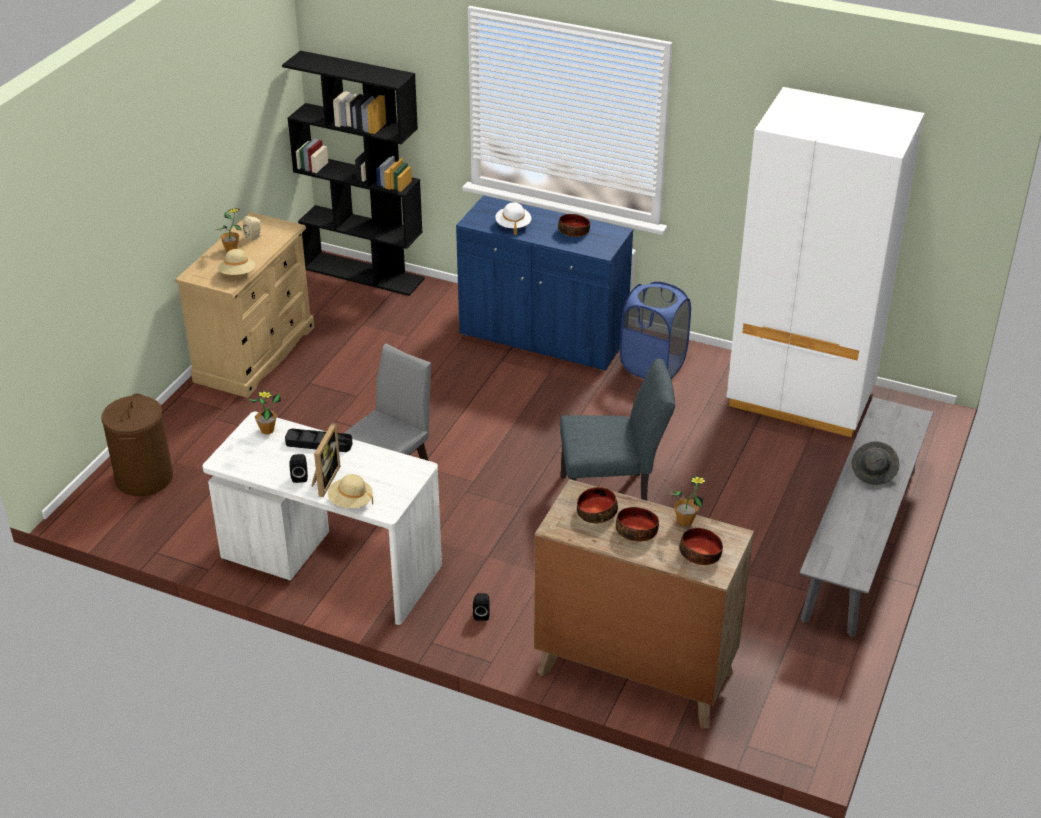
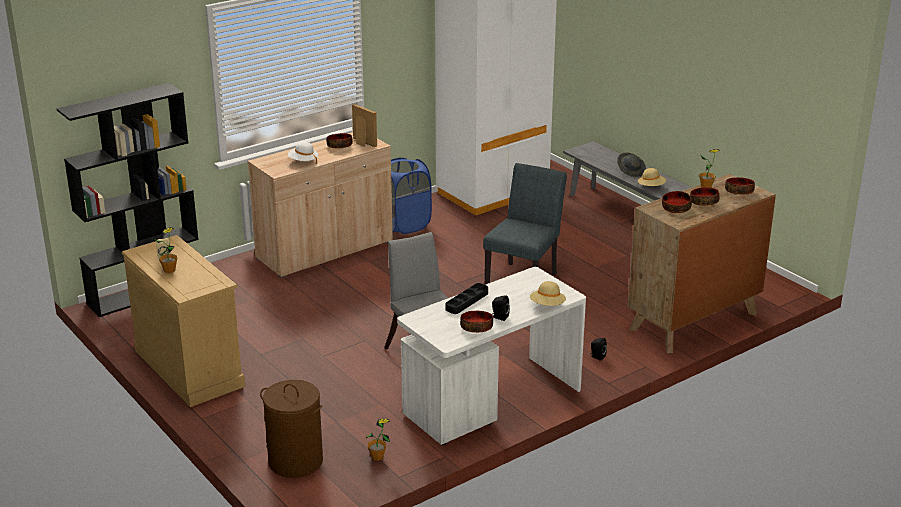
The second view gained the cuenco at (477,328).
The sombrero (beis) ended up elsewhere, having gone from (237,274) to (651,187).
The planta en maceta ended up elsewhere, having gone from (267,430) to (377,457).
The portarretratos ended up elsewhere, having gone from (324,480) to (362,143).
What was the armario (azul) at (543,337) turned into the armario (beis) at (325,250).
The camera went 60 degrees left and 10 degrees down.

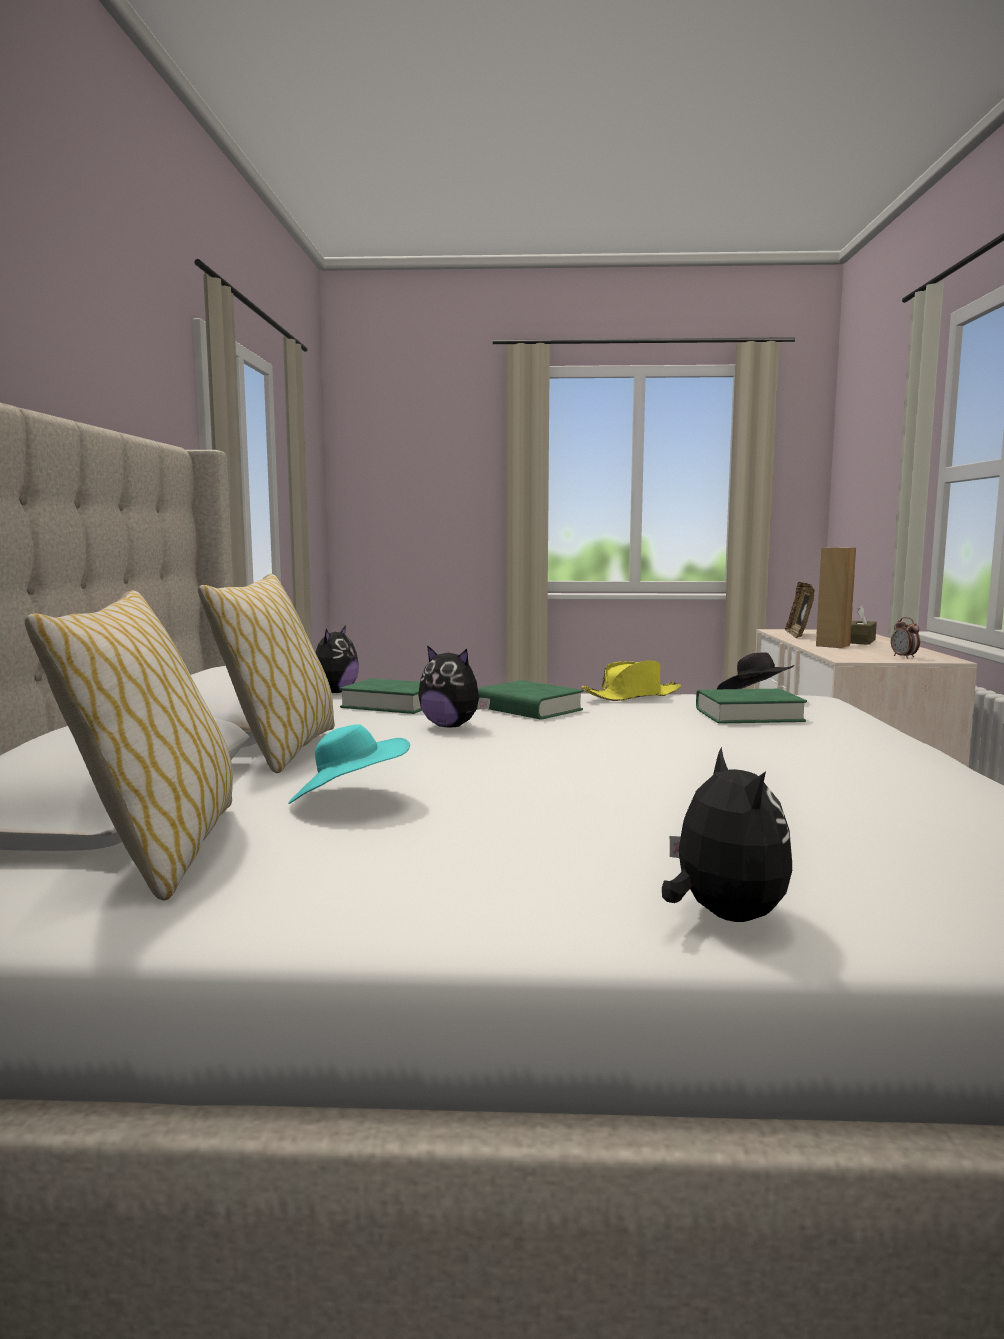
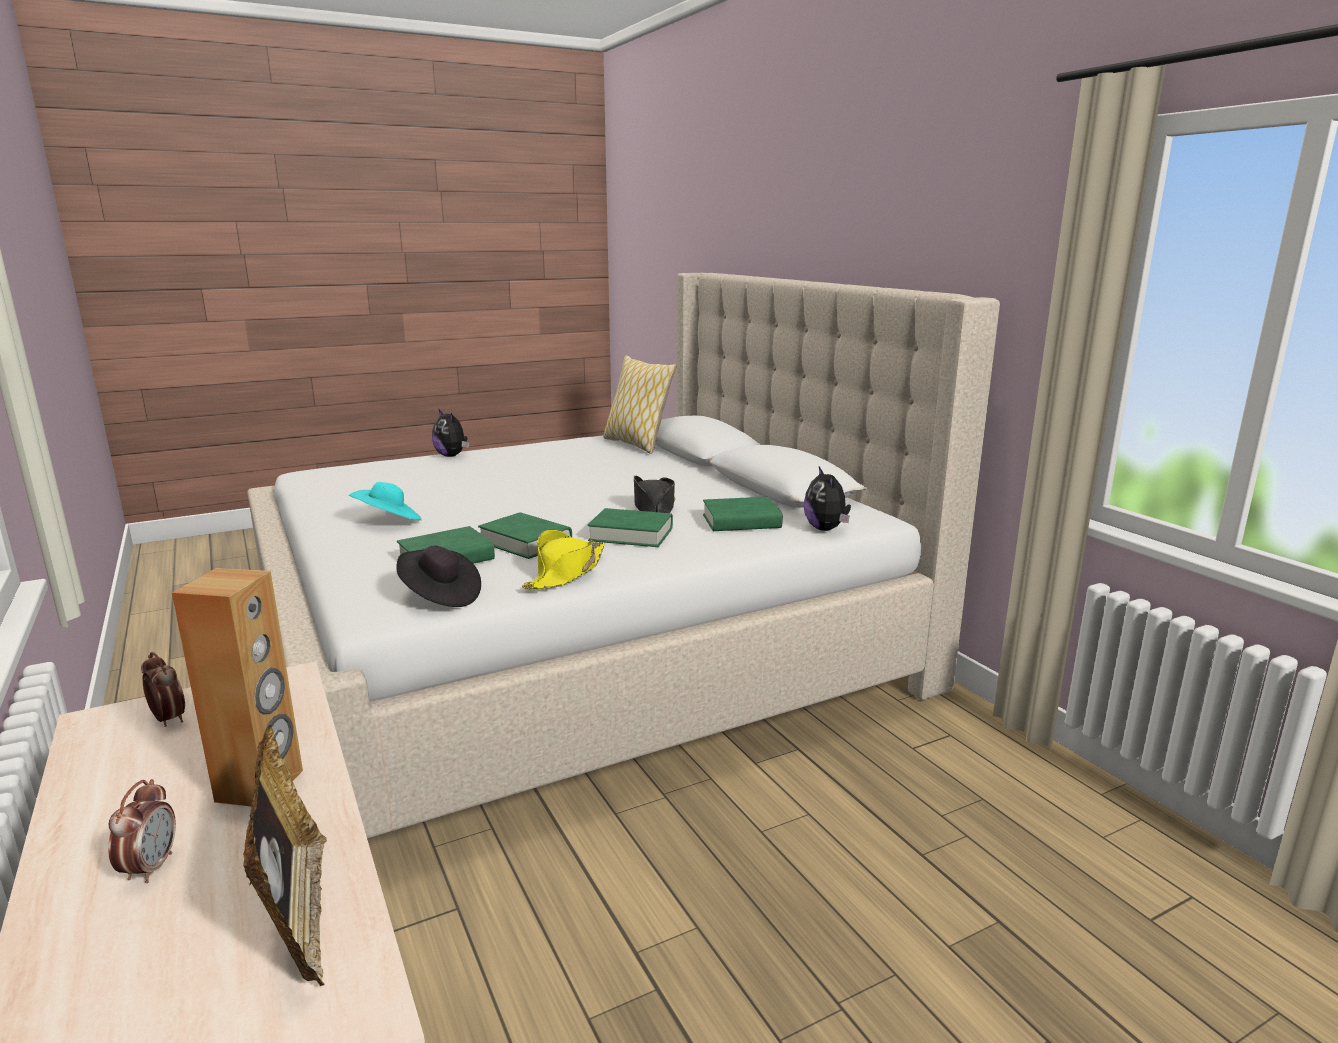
The second view lost the cojín at (281,750).
The second view gained the libro (verde) at (525,542).
The sombrero (turquesa) ended up elsewhere, having gone from (348,801) to (389,521).
Where the peluche stood at (451,726), the sombrero (negro) came to stand at (654,508).
Where the caja de pañuelos (marrón) stood at (860,641), the despertador came to stand at (151,867).
The camera went 150 degrees right and 10 degrees up.

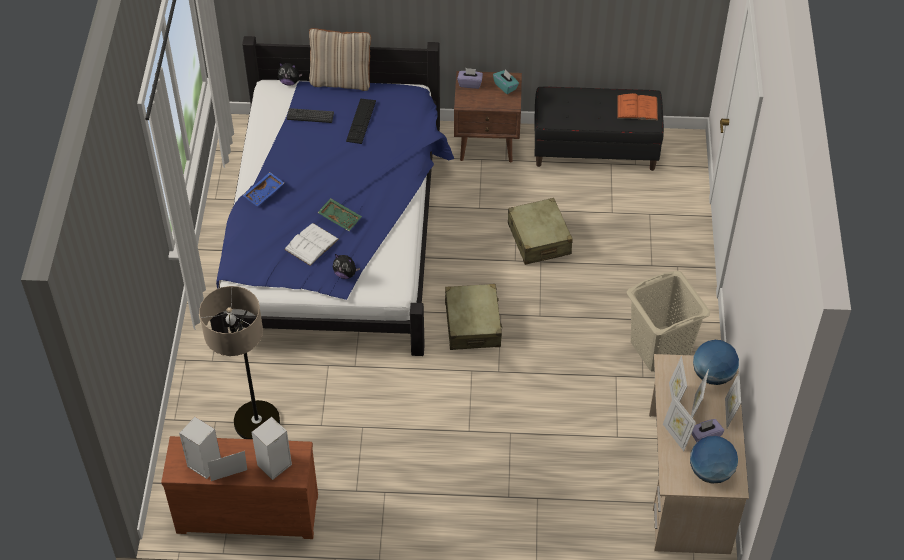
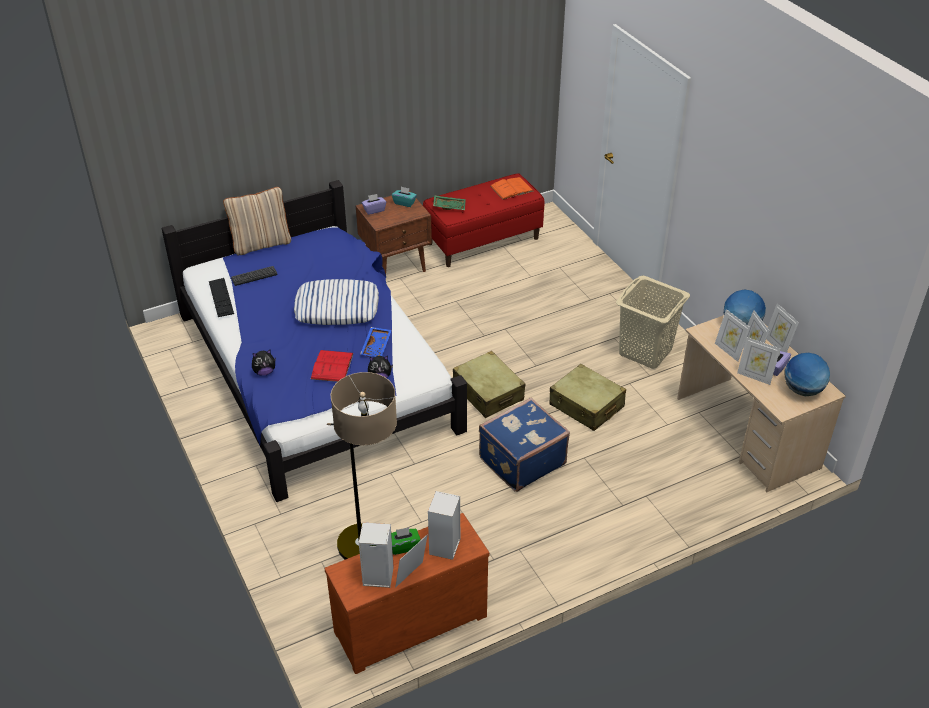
The second view gained the cojín at (337,308).
The second view gained the caja de pañuelos (verde) at (404,546).
The second view gained the maleta (azul) at (521,460).
The bandeja (azul) ended up elsewhere, having gone from (264,193) to (377,346).
The peluche ended up elsewhere, having gone from (289,82) to (264,372).
The bandeja (verde) ended up elsewhere, having gone from (340,217) to (449,206).
The teclado ended up elsewhere, having gone from (361,121) to (221,297).
The maleta (beis) ended up elsewhere, having gone from (539,239) to (586,406).
What was the libro (blanco) at (311,244) turned into the libro (rojo) at (332,366).
What was the banco (negro) at (595,149) turned into the banco (rojo) at (483,241).
The camera went 30 degrees left and 10 degrees down.

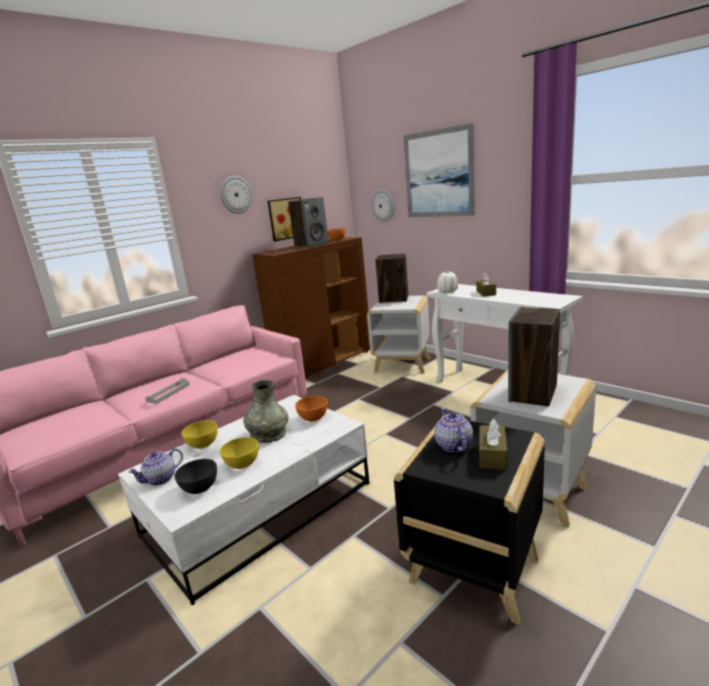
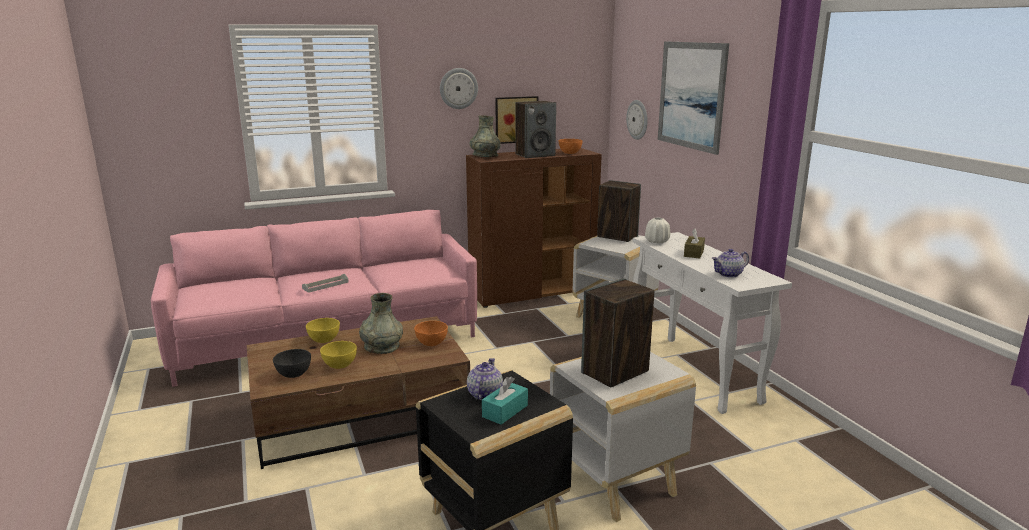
The second view gained the florero (gris) at (485,156).
The tetera ended up elsewhere, having gone from (160,479) to (728,274).
What was the mesa de centro (blanco) at (260,508) turned into the mesa de centro (marrón) at (362,415).
What was the caja de pañuelos (marrón) at (492,455) turned into the caja de pañuelos (turquesa) at (505,411).
The camera went 20 degrees right and 0 degrees up.

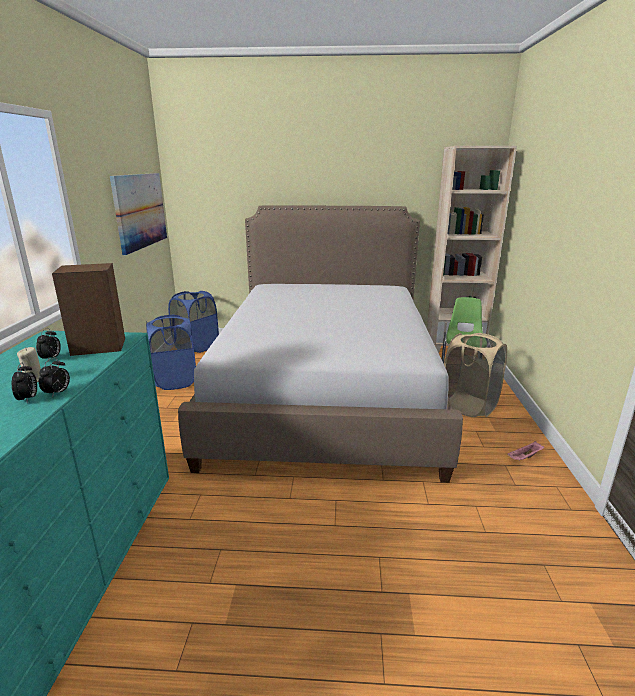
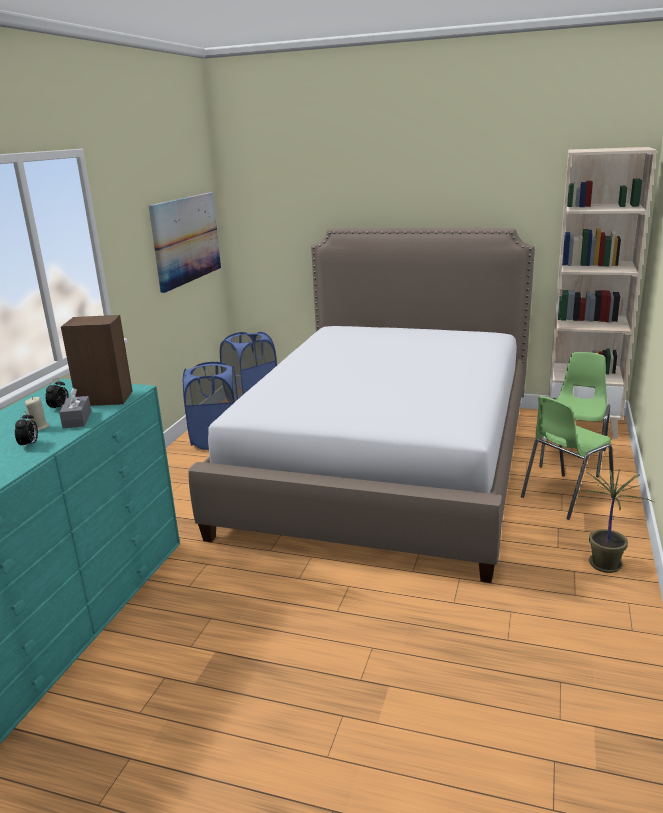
The second view lost the despertador at (58,393).
The second view gained the caja de pañuelos (gris) at (77,419).
Where the cesto de la ropa (beis) stood at (469,406), the silla (verde) came to stand at (565,497).
Where the bandeja (rosa) stood at (524,457), the planta en maceta came to stand at (606,565).
The camera went 15 degrees right and 0 degrees up.

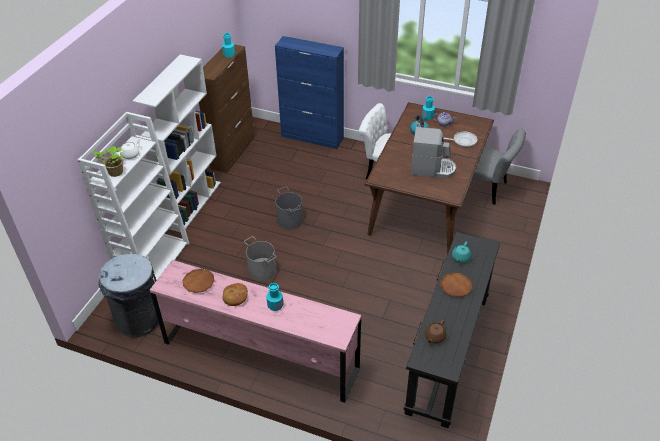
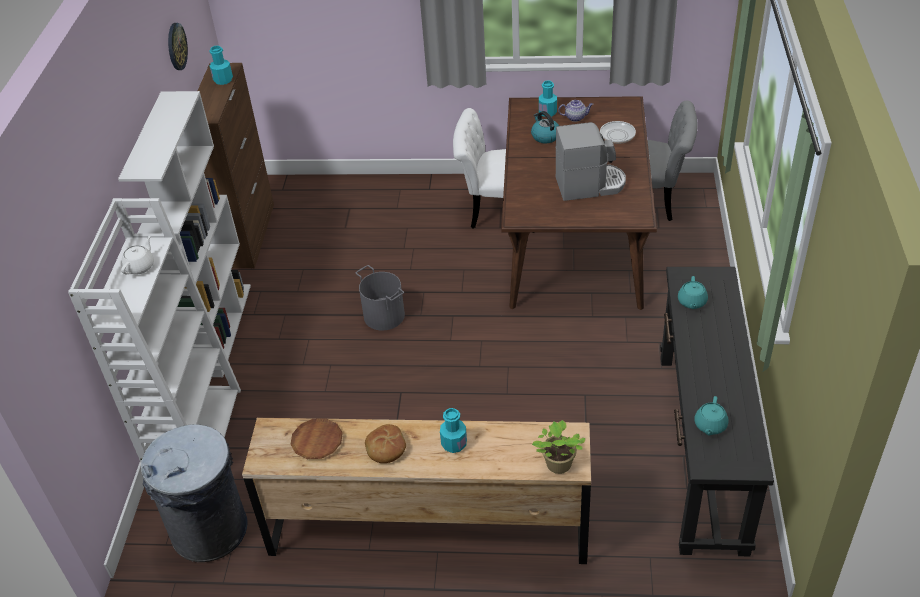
The second view lost the cubo (gris) at (262,270).
The second view lost the armario (azul) at (312,137).
The second view lost the plato (marrón) at (456,286).
The second view gained the reloj de pared at (176,46).
The planta en maceta ended up elsewhere, having gone from (114,173) to (557,465).
What was the cómoda (rosa) at (260,355) turned into the cómoda (marrón) at (428,530).
What was the tetera (marrón) at (434,337) turned into the tetera (turquesa) at (710,425).
The camera went 15 degrees left and 0 degrees up.

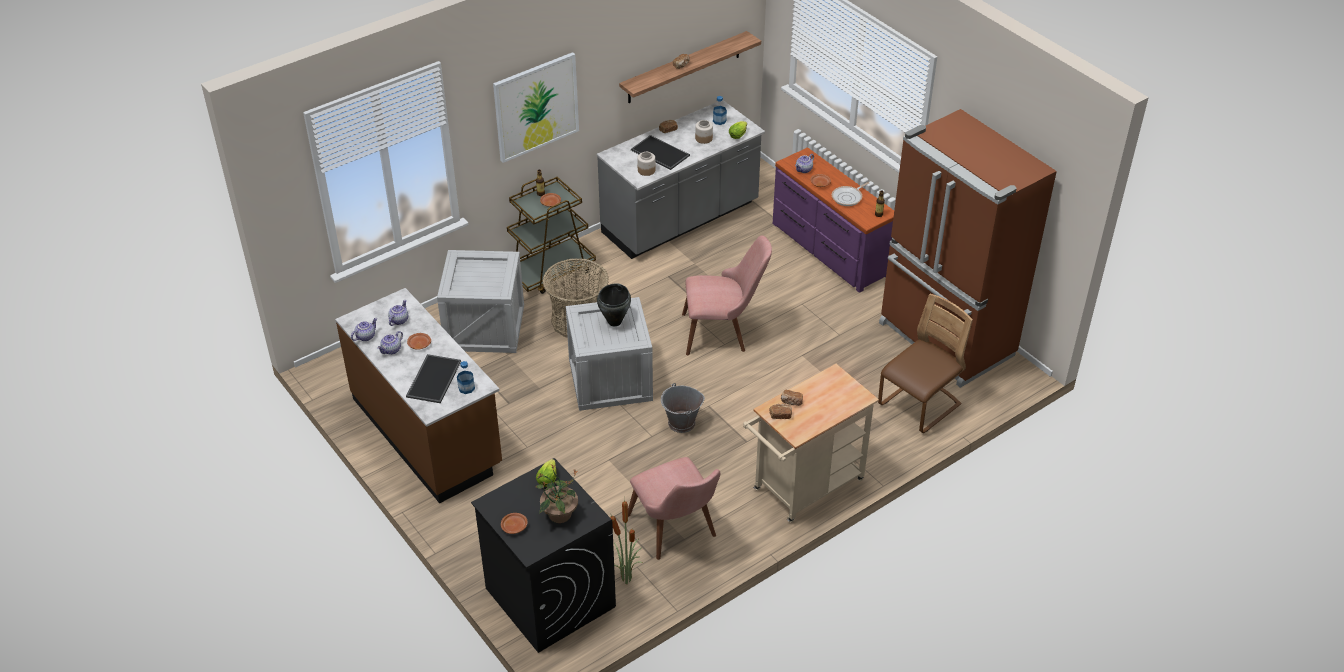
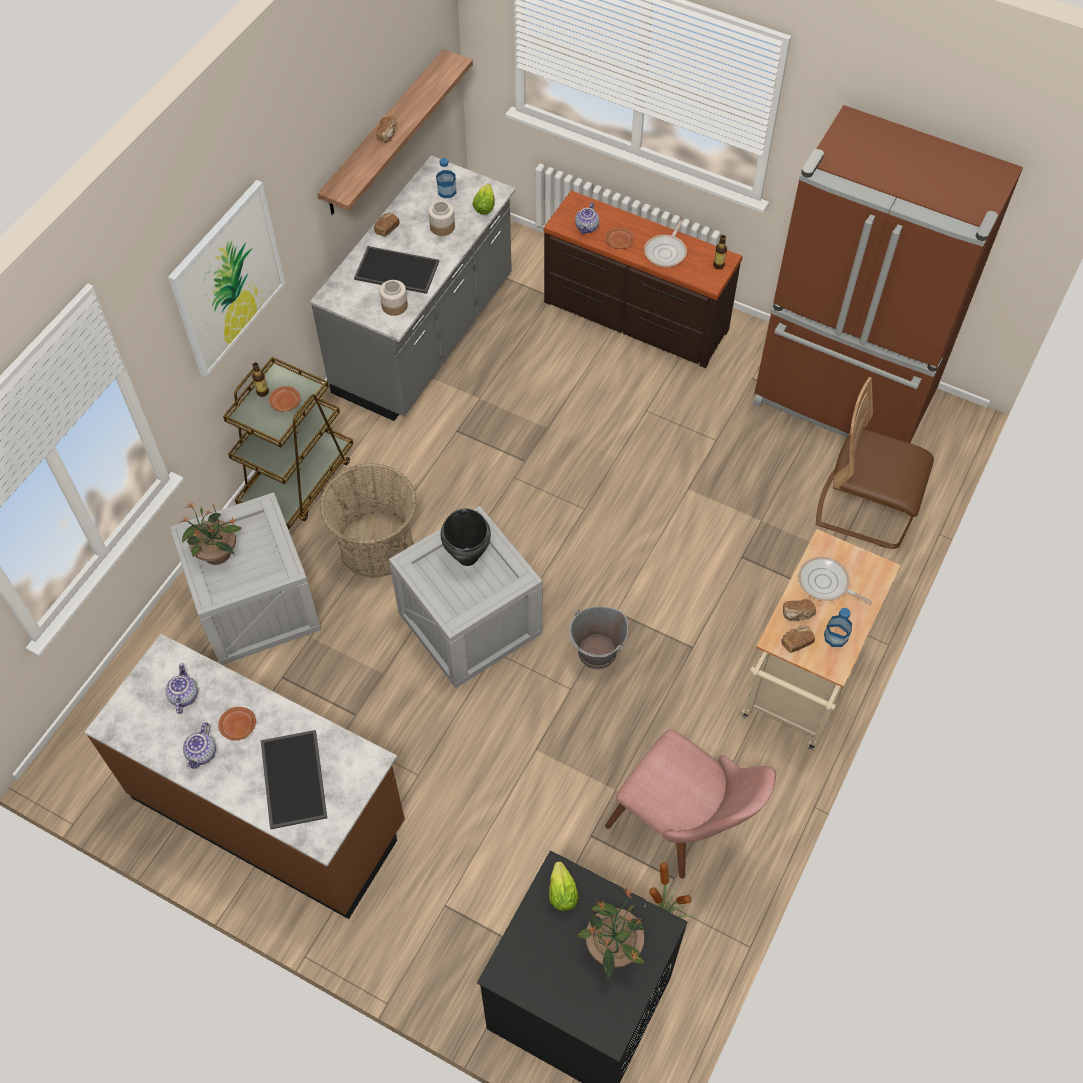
The second view lost the tetera at (365,336).
The second view lost the plato (marrón) at (514,526).
The second view lost the silla (rosa) at (723,332).
The second view gained the planta en maceta at (217,554).
The second view gained the sartén at (826,584).
The botella ended up elsewhere, having gone from (466,388) to (835,637).
What was the cómoda (morado) at (829,250) turned into the cómoda (marrón) at (634,317).
The silla (marrón) at (919,406) ended up facing another way, 90 degrees counterclockwise from before.
The camera went 25 degrees left and 15 degrees up.

